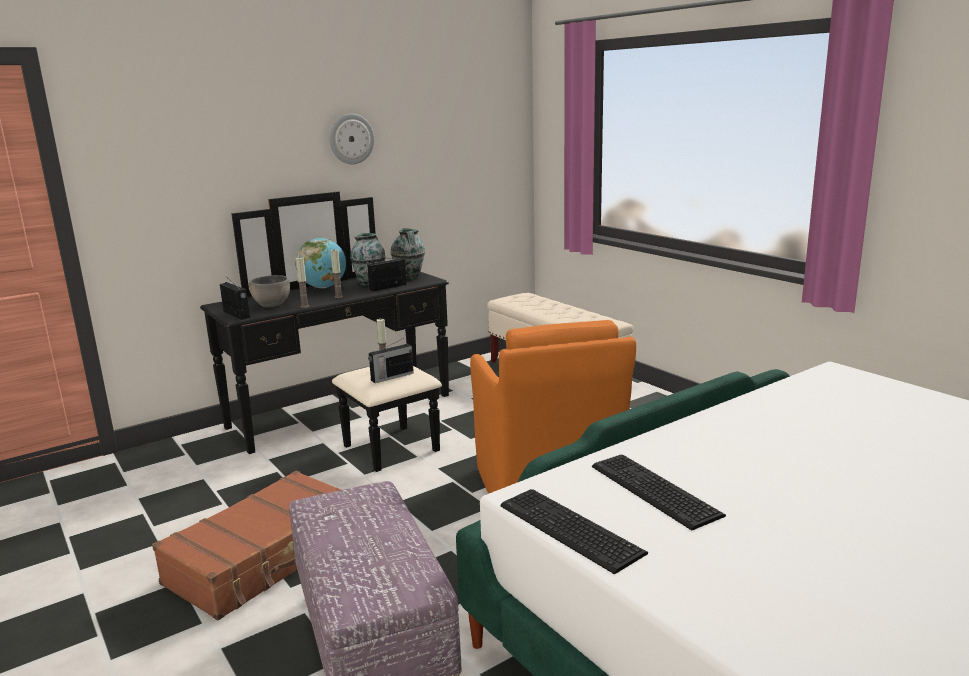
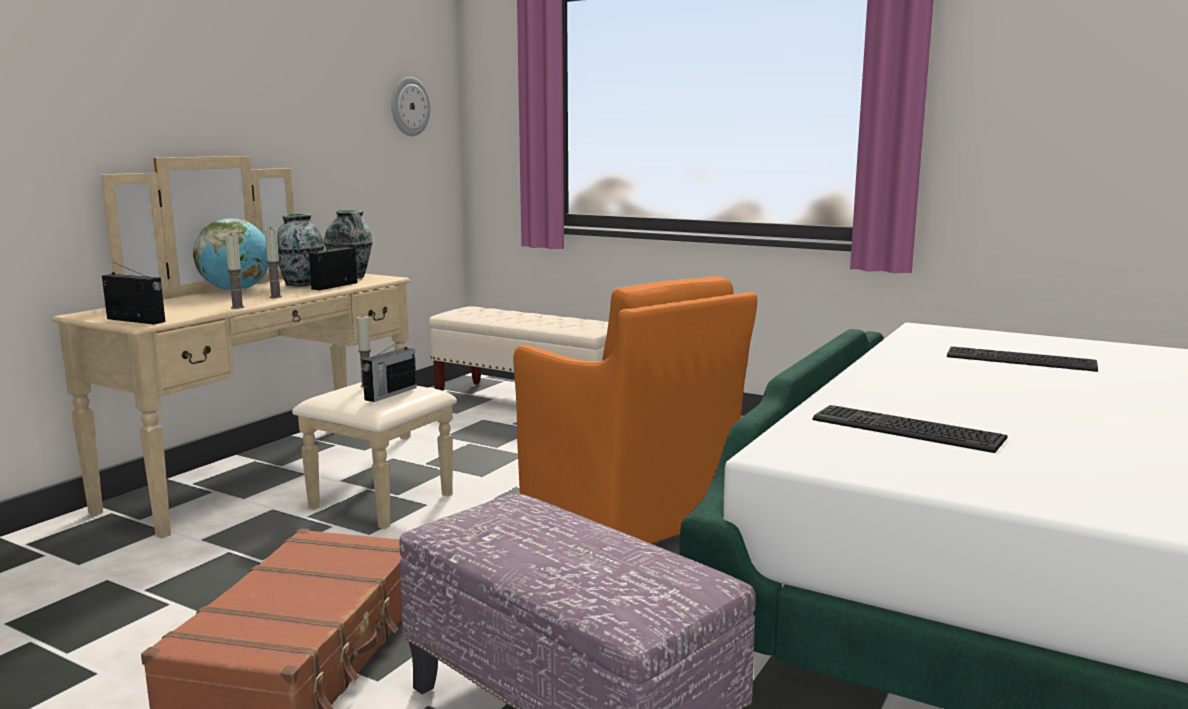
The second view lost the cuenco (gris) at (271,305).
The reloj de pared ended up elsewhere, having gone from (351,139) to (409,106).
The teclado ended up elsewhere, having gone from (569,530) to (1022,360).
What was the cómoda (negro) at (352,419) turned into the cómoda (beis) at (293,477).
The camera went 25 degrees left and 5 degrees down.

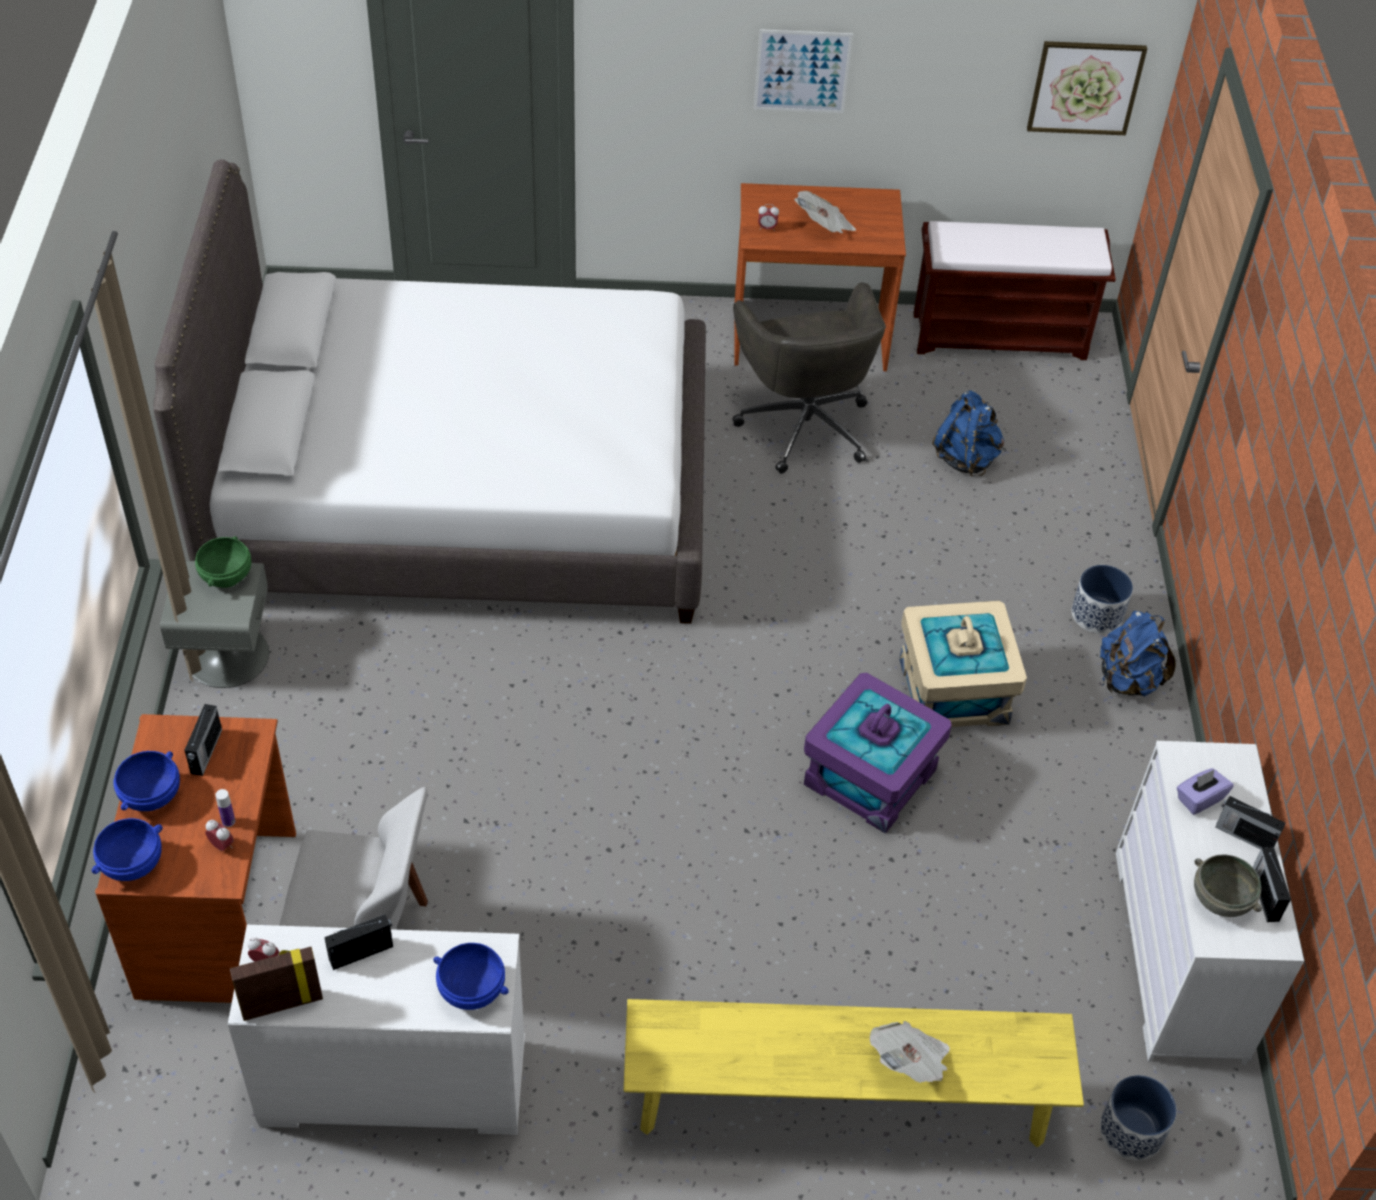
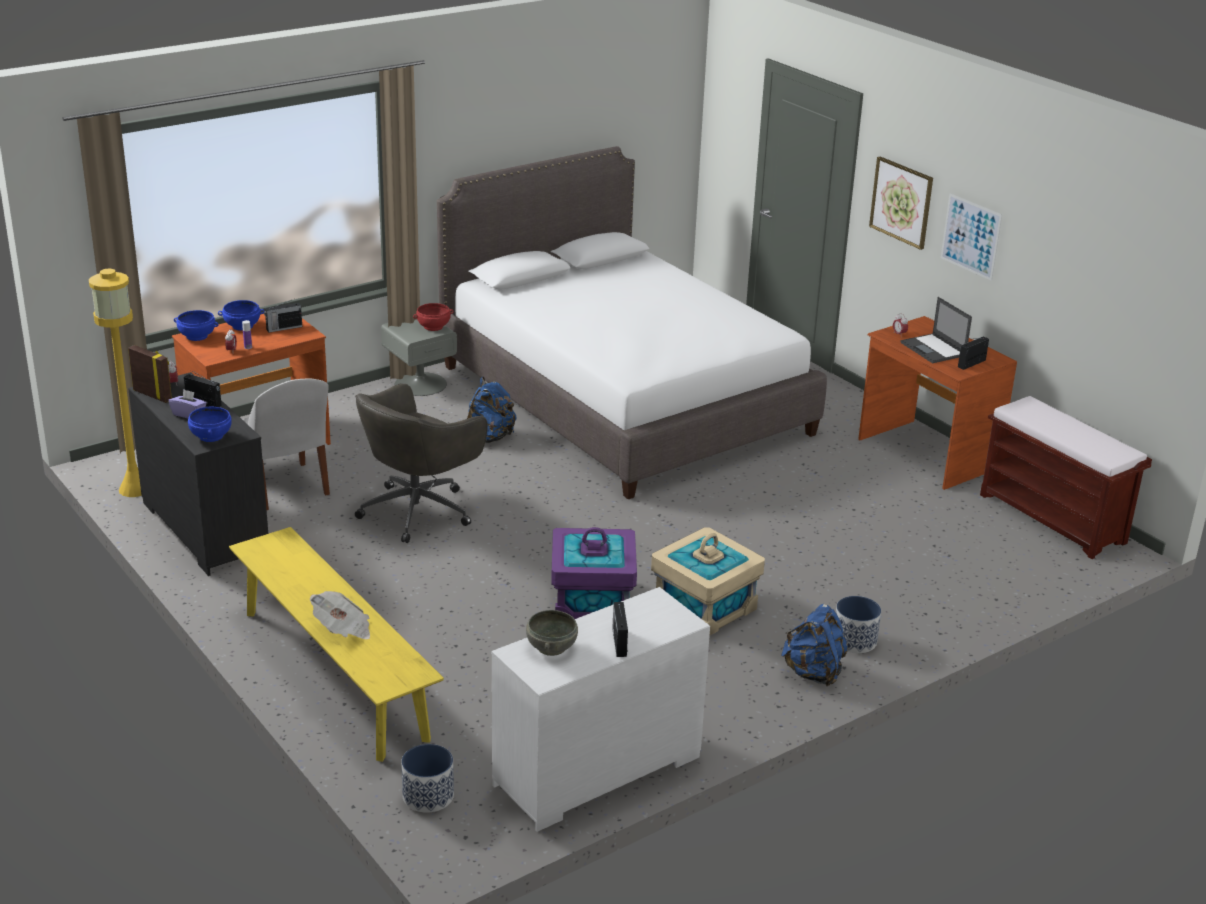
The second view gained the lámpara de pie (amarillo) at (134,489).
The silla de oficina (gris) ended up elsewhere, having gone from (804,424) to (419,510).
The mochila (azul) ended up elsewhere, having gone from (966,458) to (489,438).
The cuadro ended up elsewhere, having gone from (1085,87) to (901,202).
The caja de pañuelos (morado) ended up elsewhere, having gone from (1199,799) to (189,414).
The radio ended up elsewhere, having gone from (1265,894) to (972,363).
Where the periódico stood at (824,227), the portátil came to stand at (934,349).
What was the cuenco (verde) at (227,576) turned into the cuenco (rojo) at (433,327).
What was the cómoda (blanco) at (393,1085) turned into the cómoda (negro) at (203,529).
The camera went 55 degrees right and 20 degrees down.

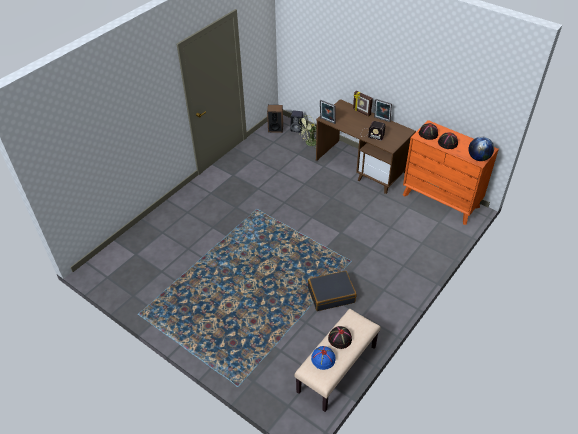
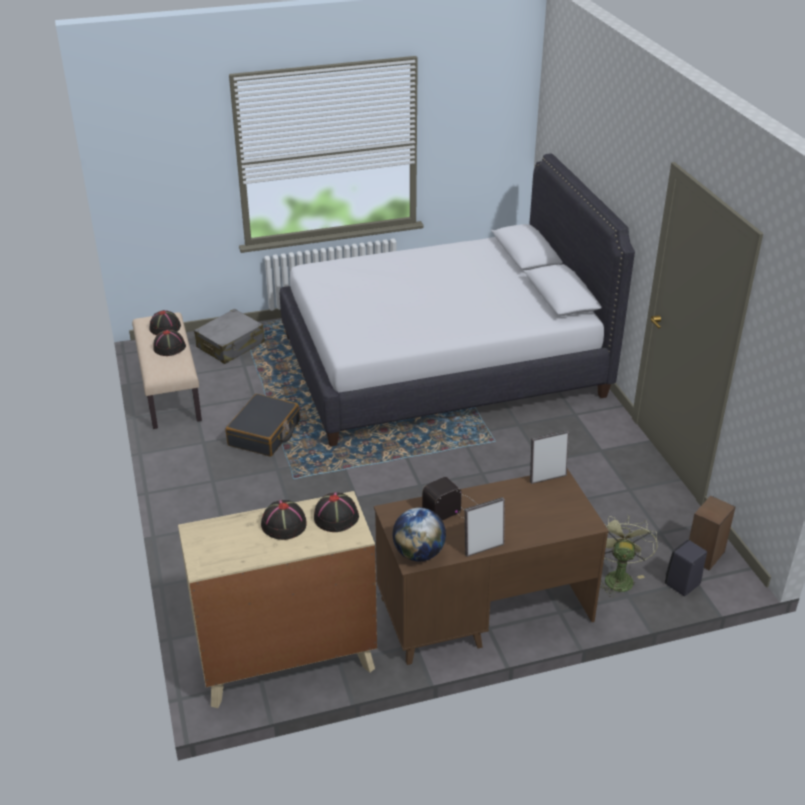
The second view lost the portarretratos at (361,112).
The second view gained the maleta (gris) at (231,345).
The second view gained the cama (blanco) at (441,365).
The globo terráqueo ended up elsewhere, having gone from (478,158) to (418,553).
What was the sombrero (azul) at (323,359) turned into the sombrero (negro) at (165,327).
What was the cómoda (naranja) at (441,201) turned into the cómoda (beis) at (287,661).
The camera went 125 degrees right and 10 degrees down.

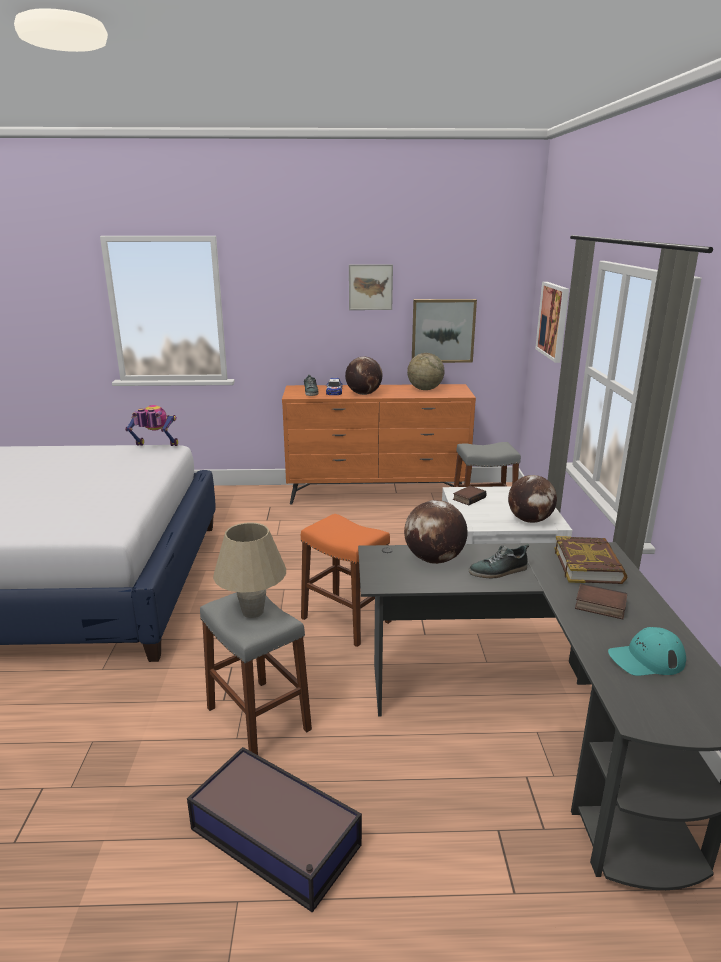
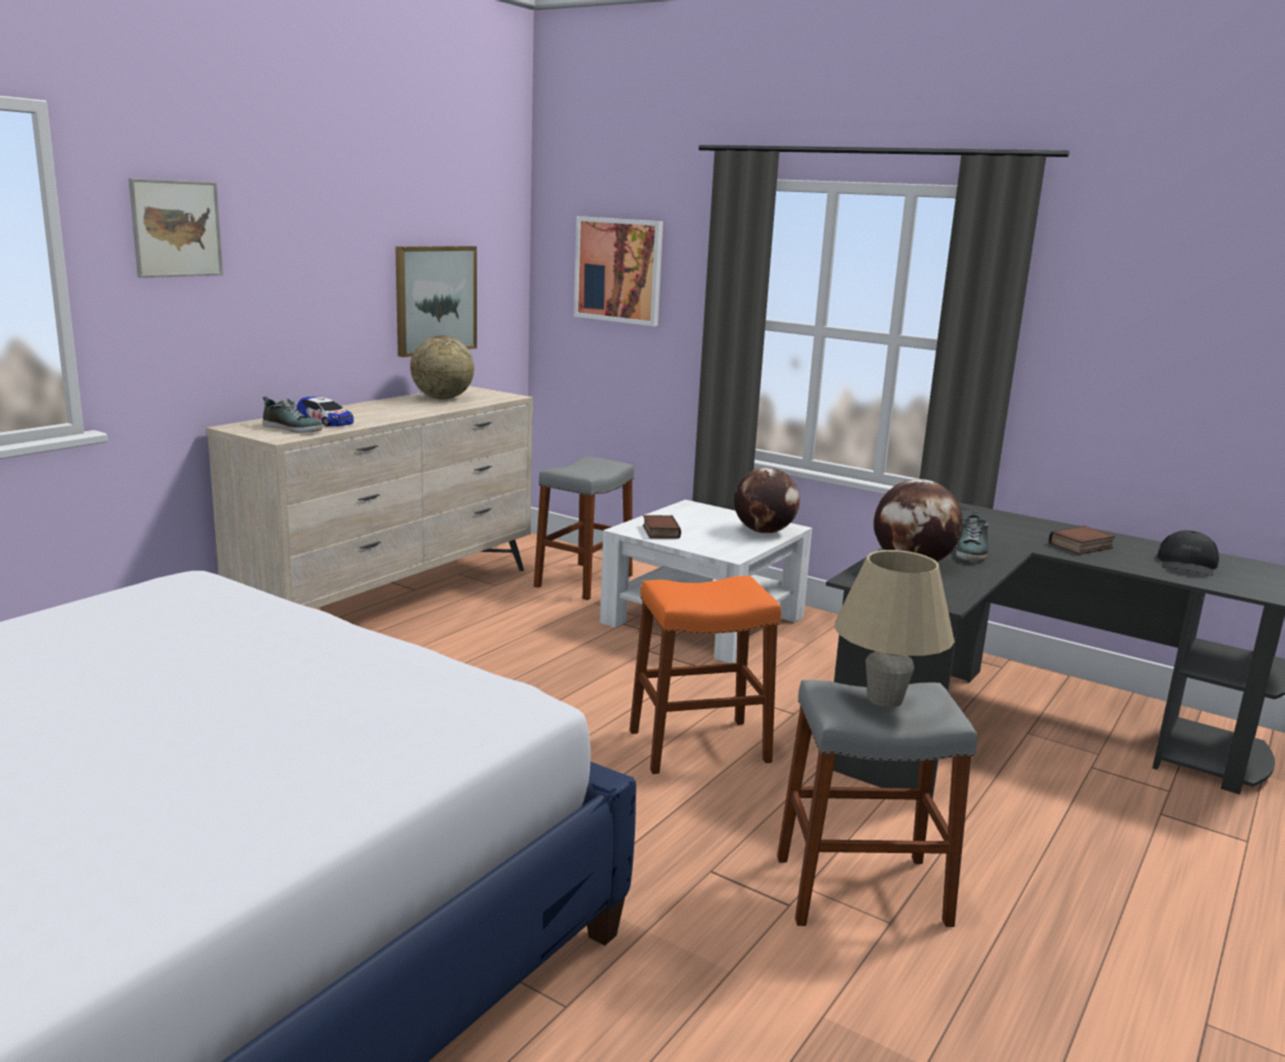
The second view lost the robot de juguete at (155,447).
The second view lost the caja de almacenaje at (276,839).
The second view lost the globo terráqueo at (363,394).
The second view lost the libro at (588,565).
The cuadro ended up elsewhere, having gone from (370,287) to (176,228).
What was the cómoda (naranja) at (377,494) turned into the cómoda (beis) at (393,600).
What was the gorra (turquesa) at (646,659) turned into the gorra (negro) at (1187,564).
The camera went 55 degrees left and 5 degrees down.

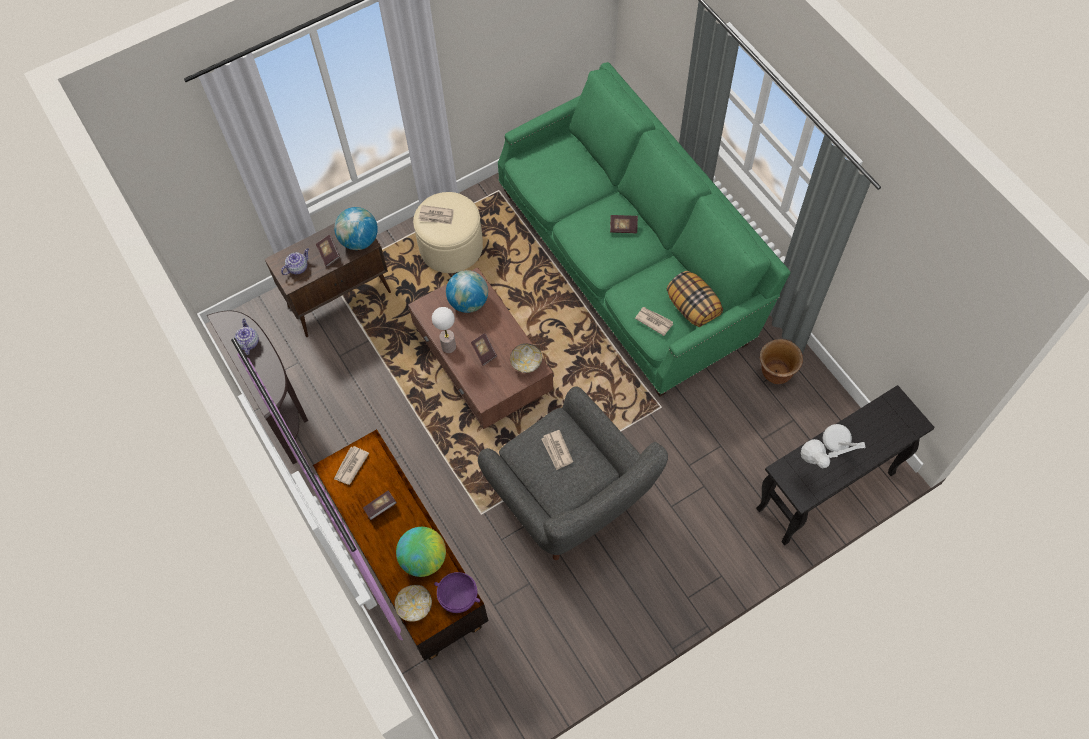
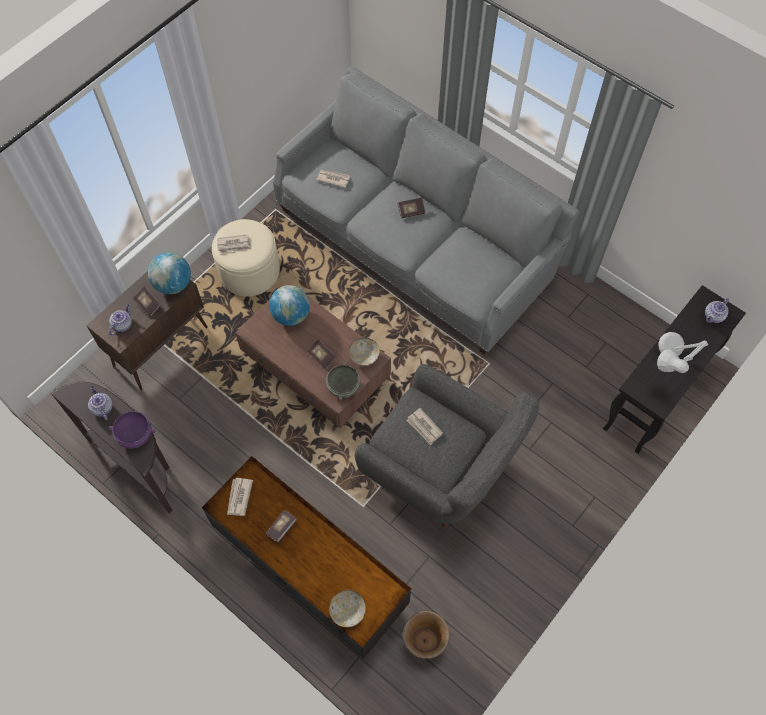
The second view lost the globo terráqueo at (423,559).
The second view lost the lámpara de mesa at (448,347).
The second view lost the cojín at (693,308).
The second view gained the cuenco (gris) at (343,387).
The second view gained the tetera at (713,316).
The cuenco (morado) ended up elsewhere, having gone from (458,597) to (135,436).
The periódico ended up elsewhere, having gone from (653,321) to (333,179).
The maceta (marrón) ended up elsewhere, having gone from (775,373) to (425,641).
What was the sofá (verde) at (629,263) turned into the sofá (gris) at (415,244).
The camera went 20 degrees left and 0 degrees up.

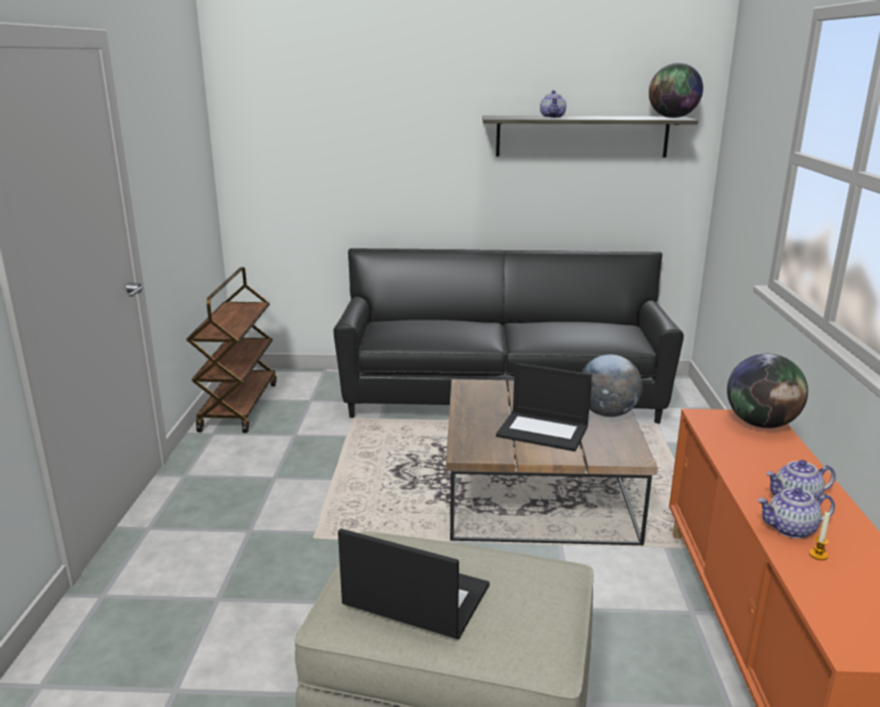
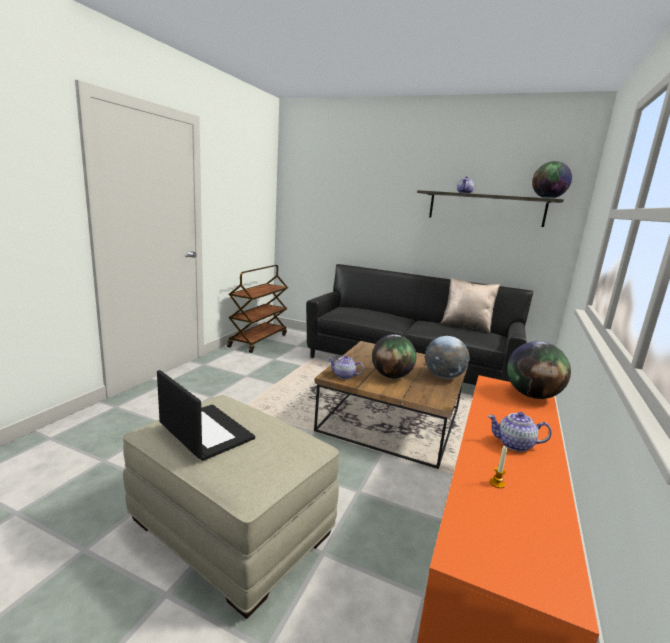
The second view gained the cojín (beis) at (466,326).
The tetera ended up elsewhere, having gone from (791,529) to (344,376).
Where the portátil stood at (544,431), the globo terráqueo came to stand at (391,376).
The camera went 20 degrees right and 5 degrees down.

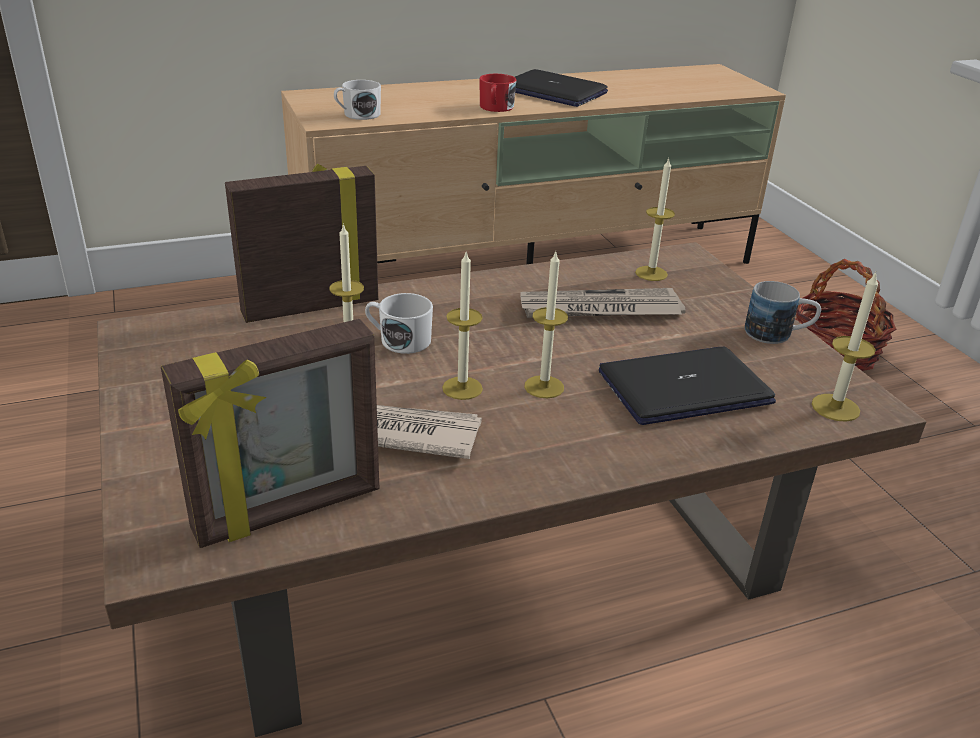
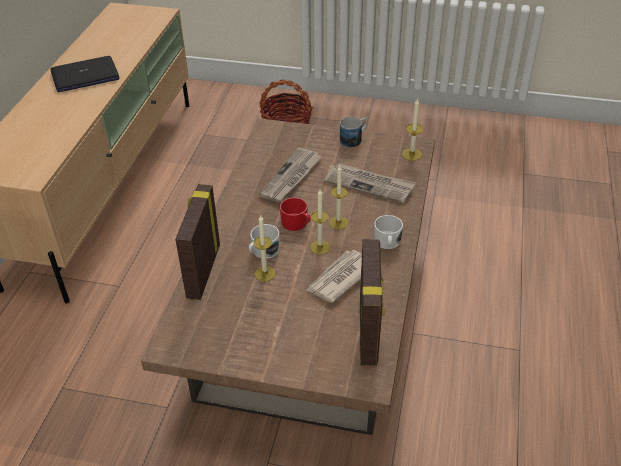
The second view lost the vela at (651,273).
The taza grande (blanco) ended up elsewhere, having gone from (357,115) to (387,243).
The taza grande (rojo) ended up elsewhere, having gone from (496,108) to (297,224).
Where the portátil stood at (684,387), the periódico came to stand at (370,184).
The camera went 55 degrees left and 10 degrees up.

